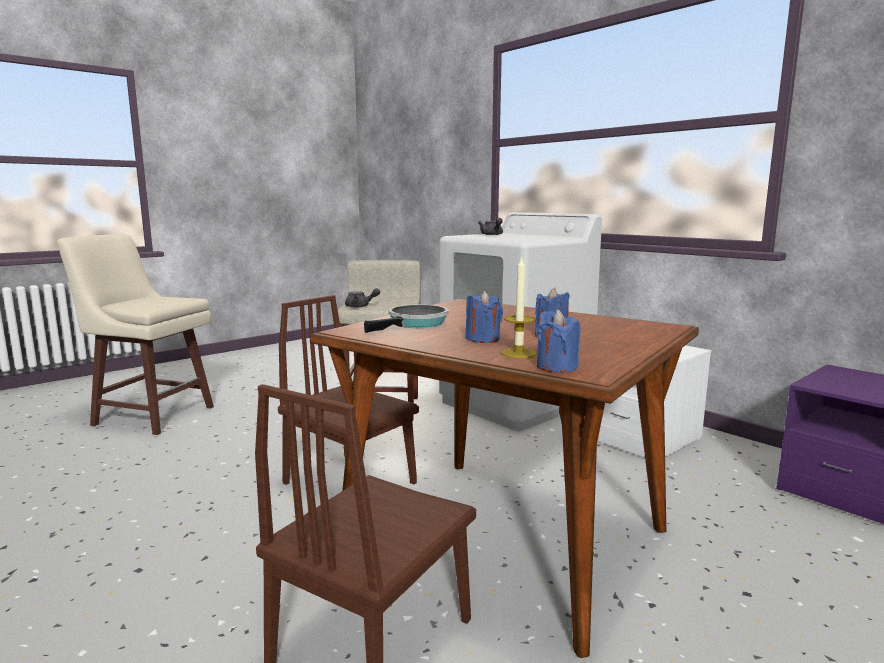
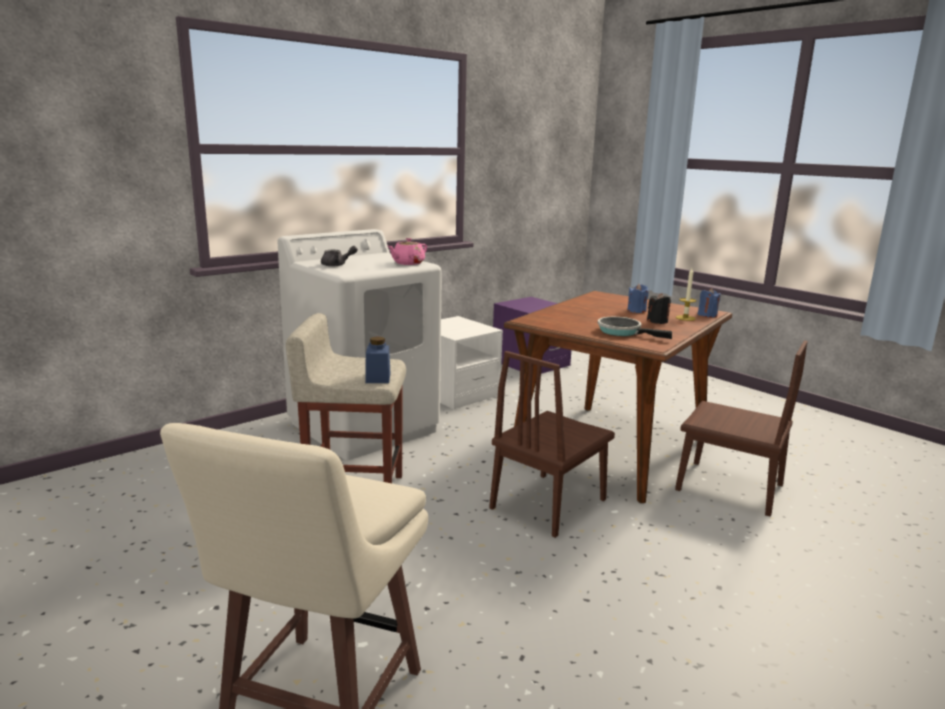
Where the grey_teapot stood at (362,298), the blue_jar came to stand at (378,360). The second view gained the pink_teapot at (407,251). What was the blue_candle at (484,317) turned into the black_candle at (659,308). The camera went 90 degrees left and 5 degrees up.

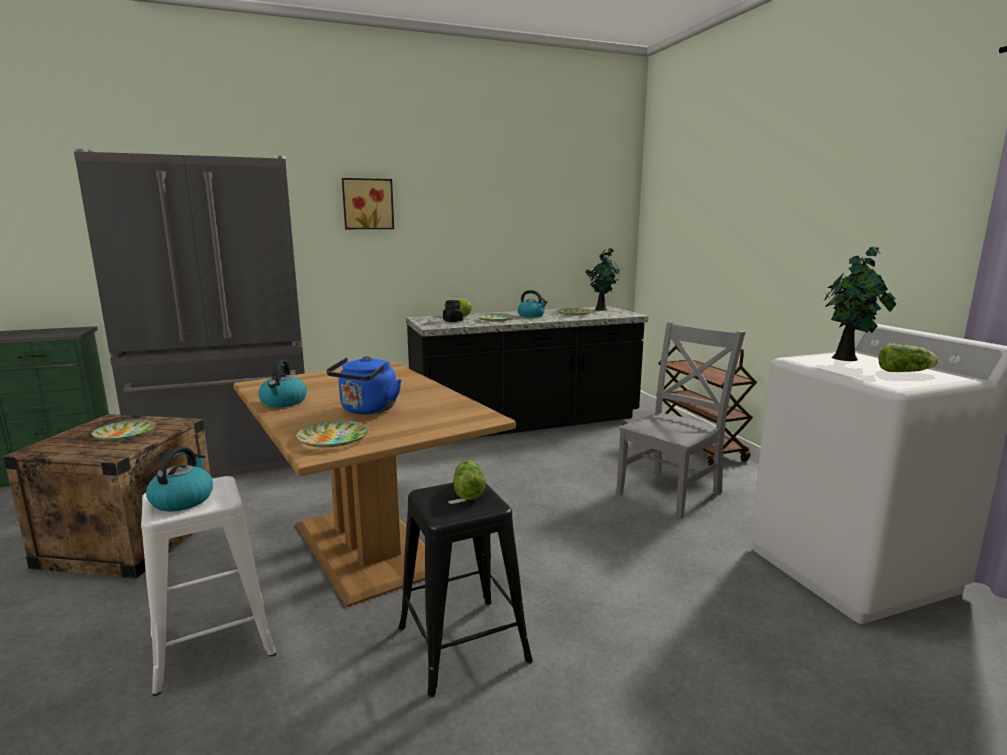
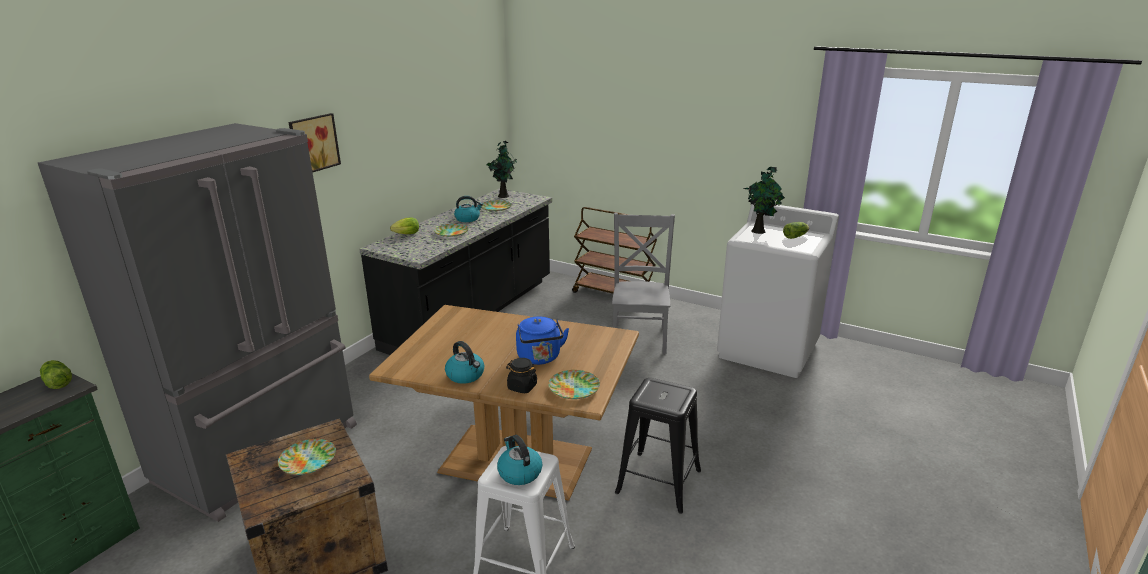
The lettuce ended up elsewhere, having gone from (469,480) to (56,374). The black_jar ended up elsewhere, having gone from (453,311) to (521,375). The camera went 40 degrees left and 10 degrees up.

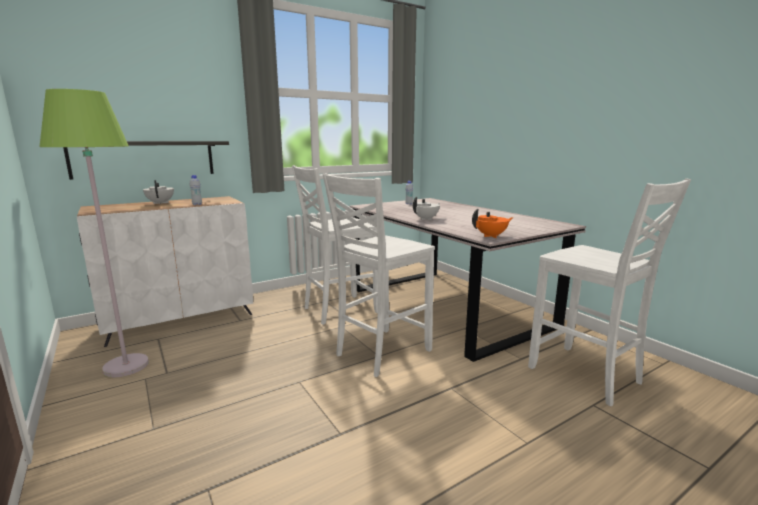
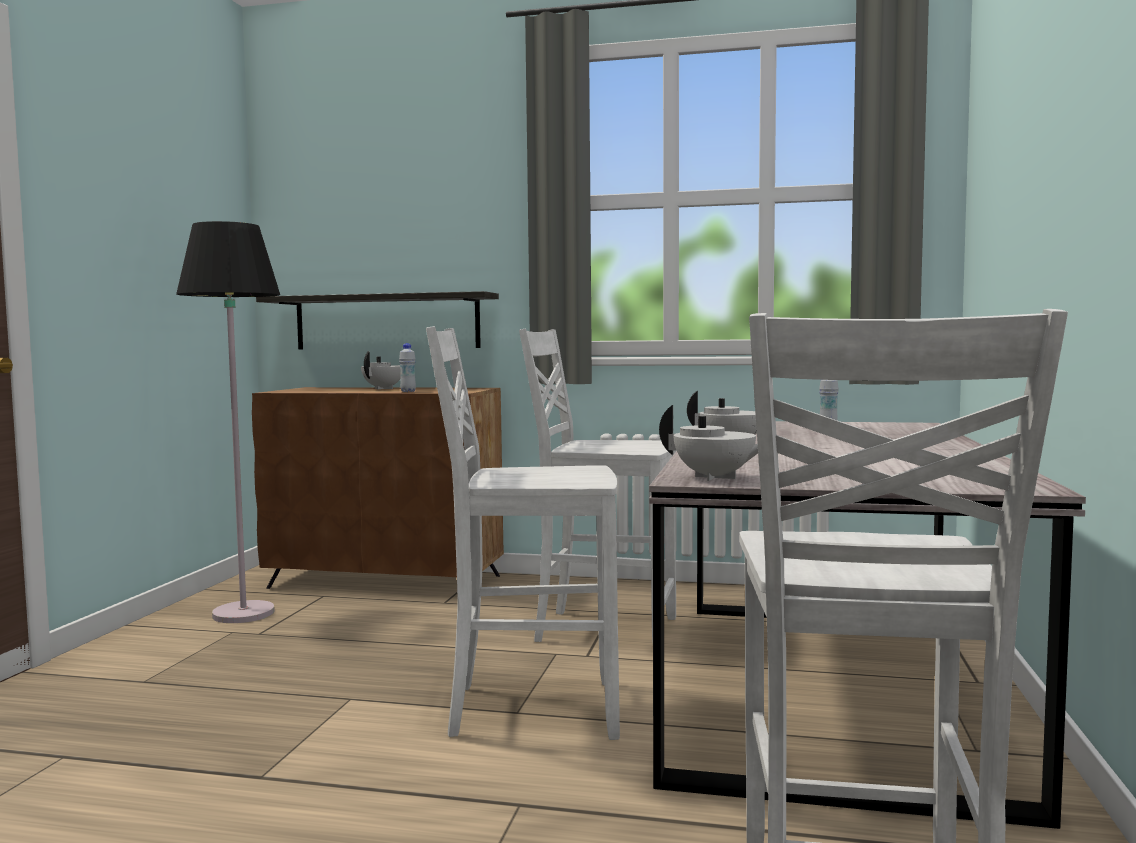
What was the green_floor_lamp at (94,233) turned into the black_floor_lamp at (228,422). What was the white_cabinet at (165,271) turned into the brown_cabinet at (378,488). What was the orange_teapot at (492,223) turned into the white_teapot at (708,443). The camera went 45 degrees right and 10 degrees down.

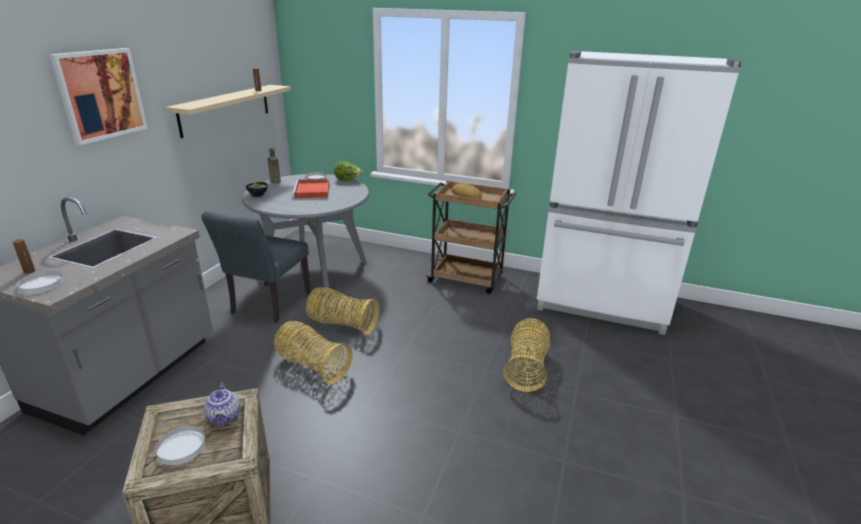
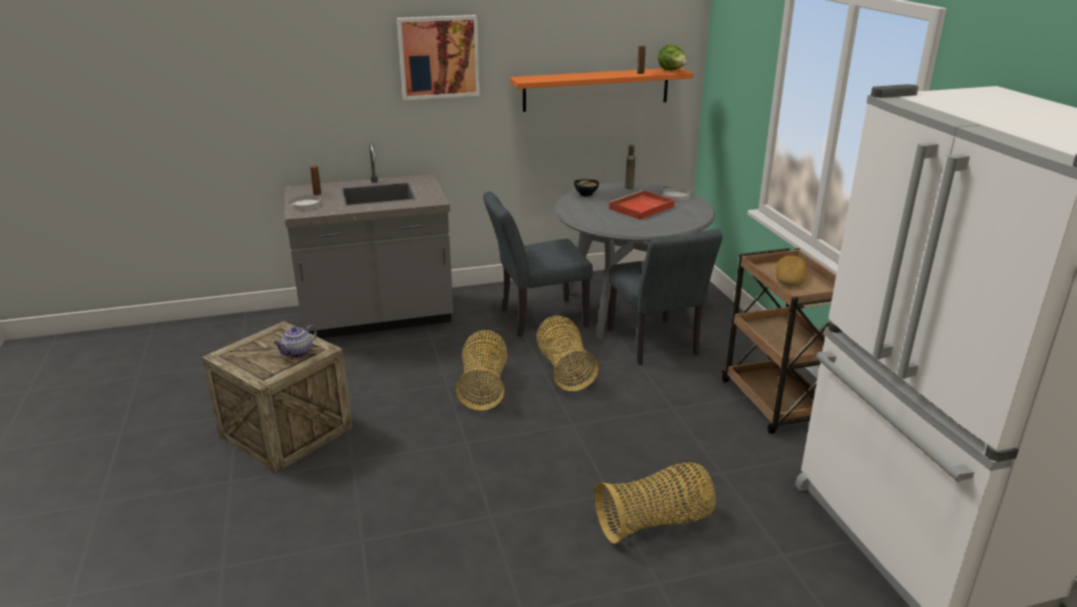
What was the beige_shelf at (228,111) turned into the orange_shelf at (601,90). The second view gained the grey_chair at (665,297). The lettuce ended up elsewhere, having gone from (348,171) to (672,57). The second view lost the white_plate at (180,445). The camera went 55 degrees right and 0 degrees up.

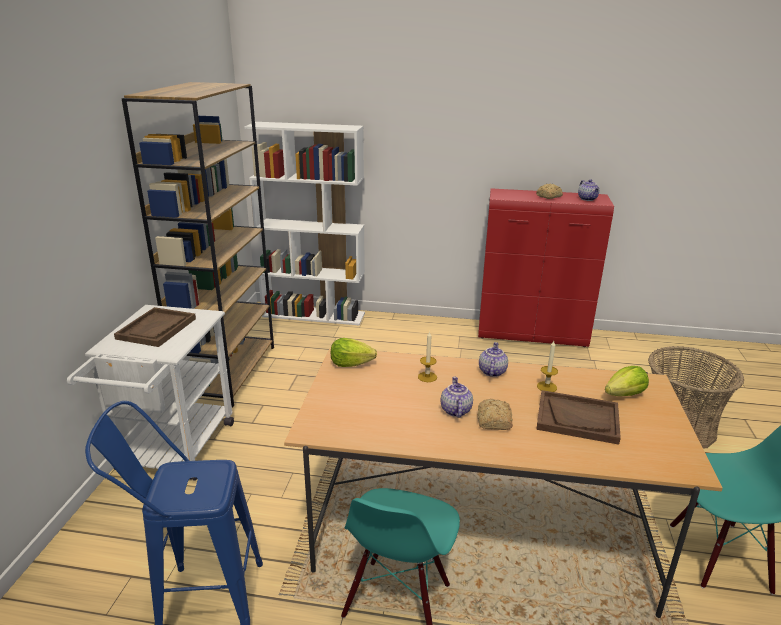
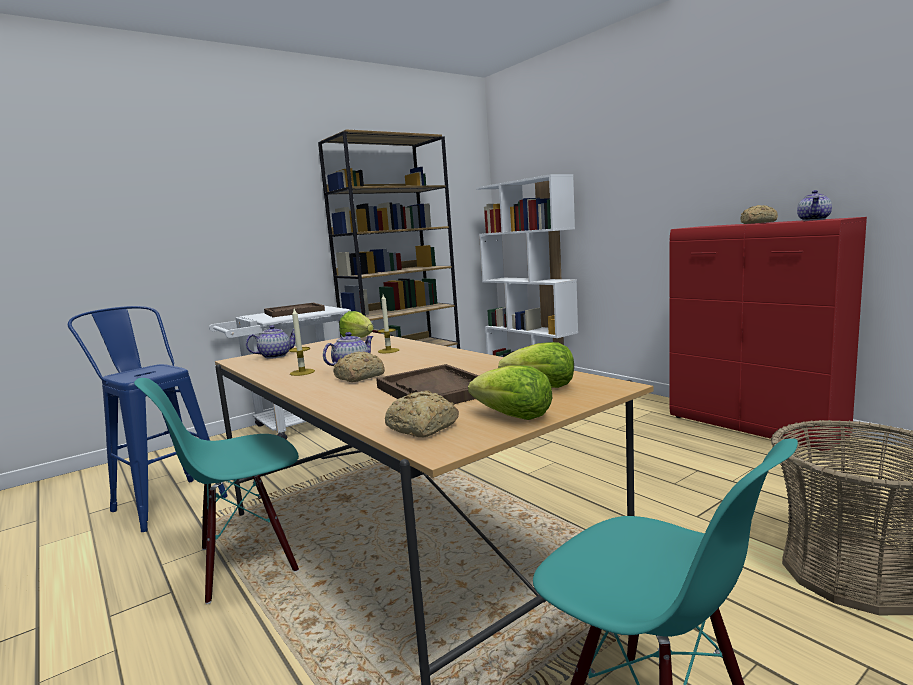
The teapot ended up elsewhere, having gone from (493,359) to (270,341). The candle ended up elsewhere, having gone from (547,366) to (302,342). The second view gained the bread at (422,413). The second view gained the lettuce at (510,392). The camera went 45 degrees right and 15 degrees down.

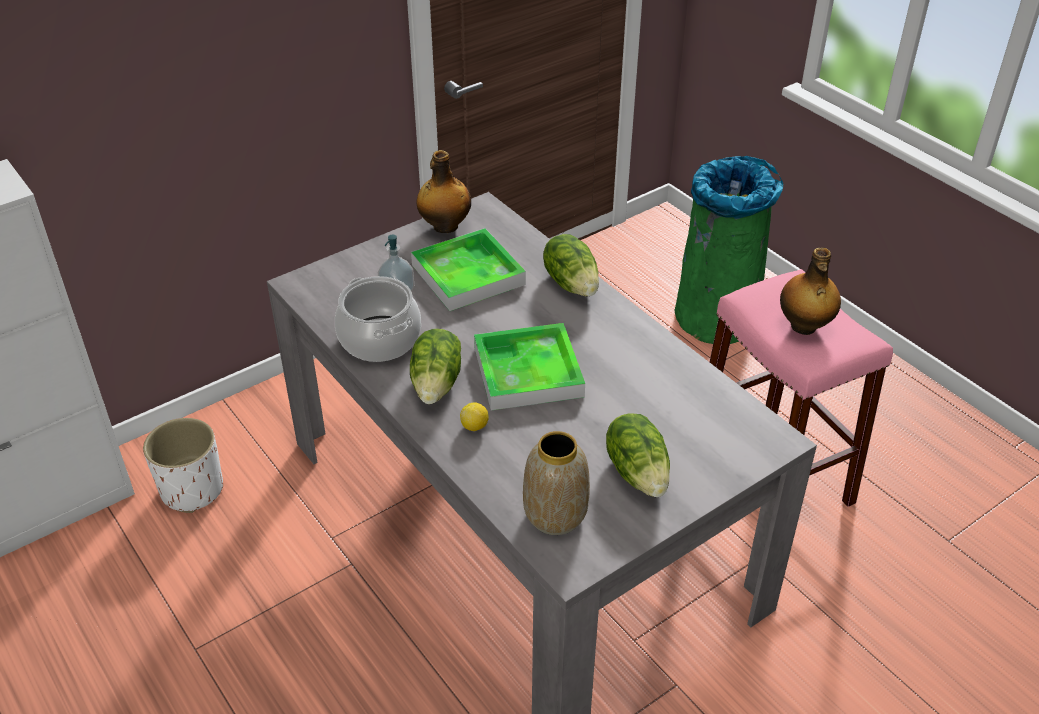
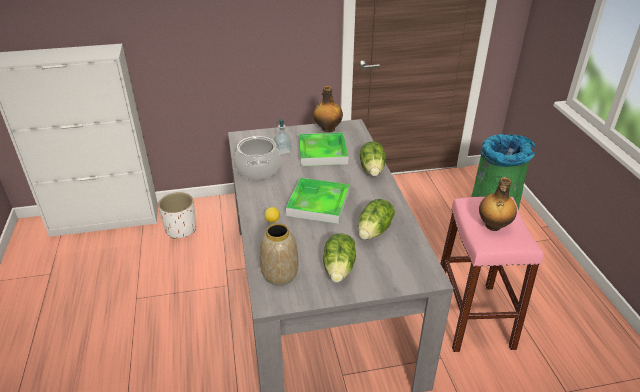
The lettuce ended up elsewhere, having gone from (435,366) to (376,219). The camera went 25 degrees right and 5 degrees down.

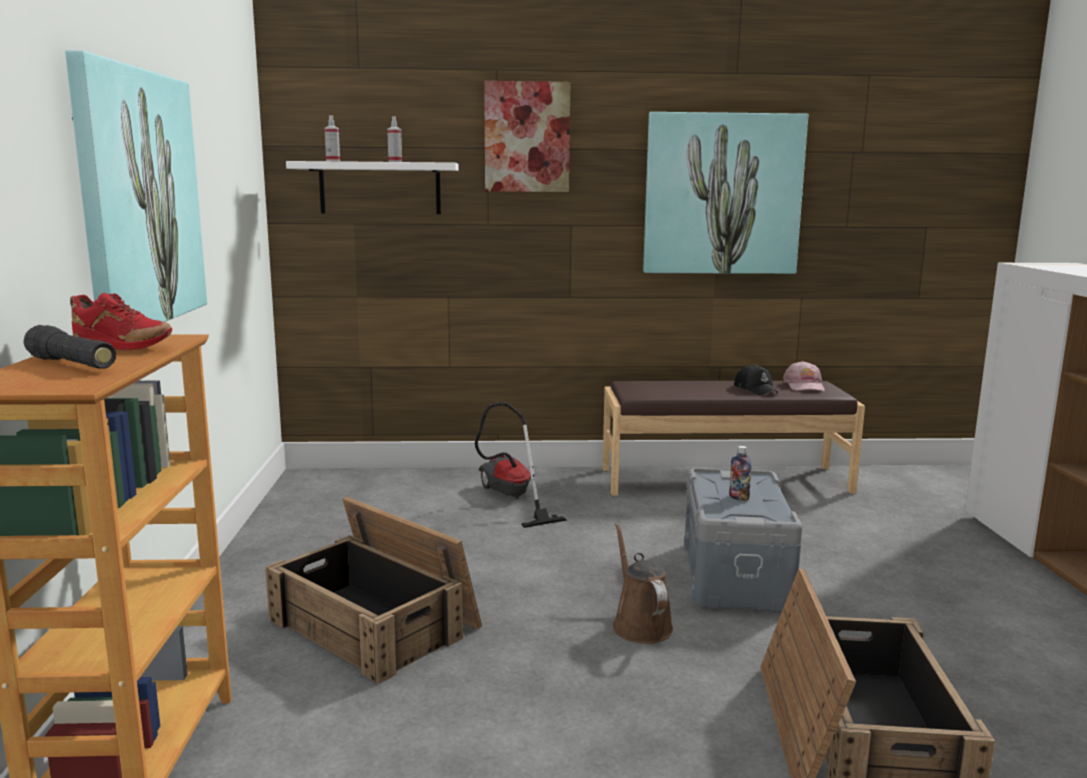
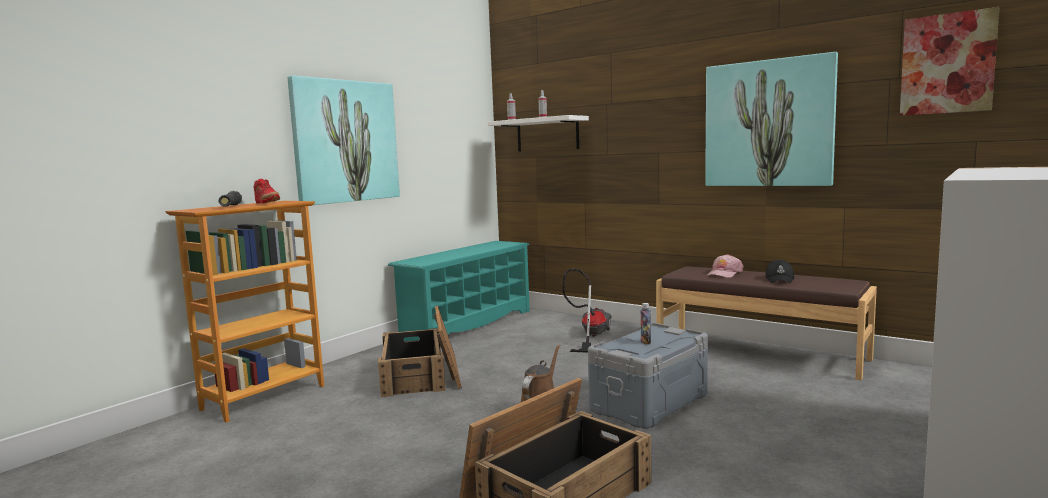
The second view gained the turquoise_shoe_rack at (459,291). The pink_cap ended up elsewhere, having gone from (804,376) to (725,266). The picture ended up elsewhere, having gone from (527,136) to (950,61). The camera went 40 degrees right and 5 degrees down.

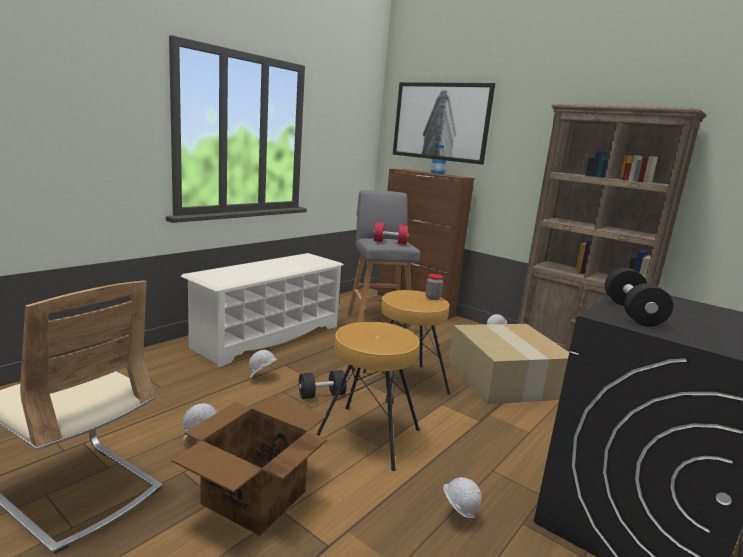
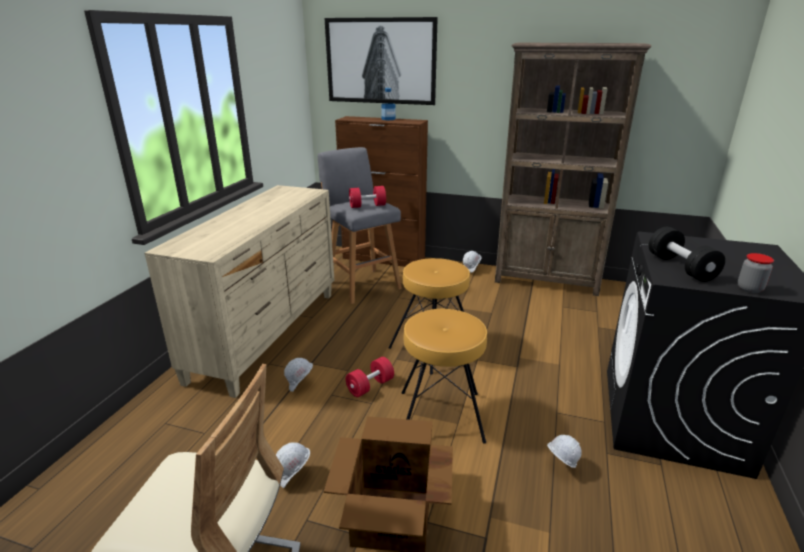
Where the white_shoe_rack stood at (262,310), the beige_dresser came to stand at (239,291). What was the black_dumbbell at (323,384) turned into the red_dumbbell at (370,377). The jar ended up elsewhere, having gone from (434,287) to (756,273). The second view lost the cardboard_box at (509,364). The camera went 20 degrees left and 10 degrees up.

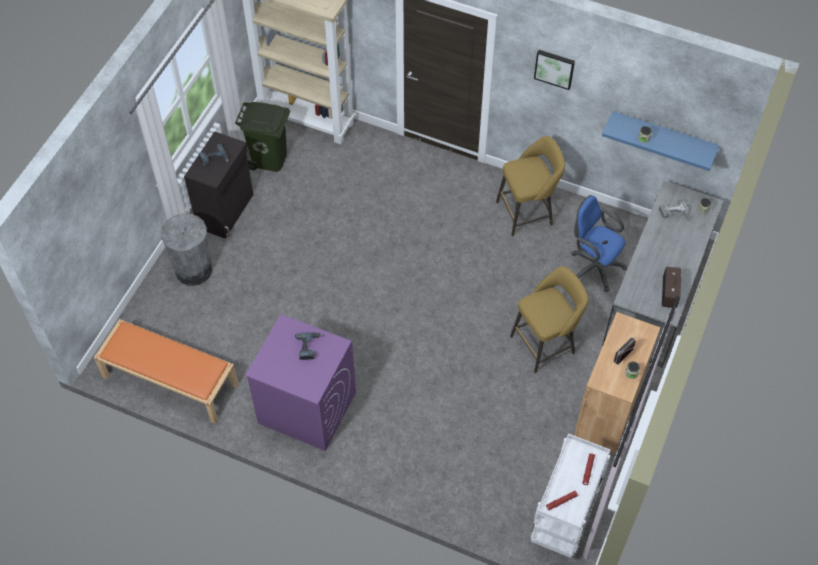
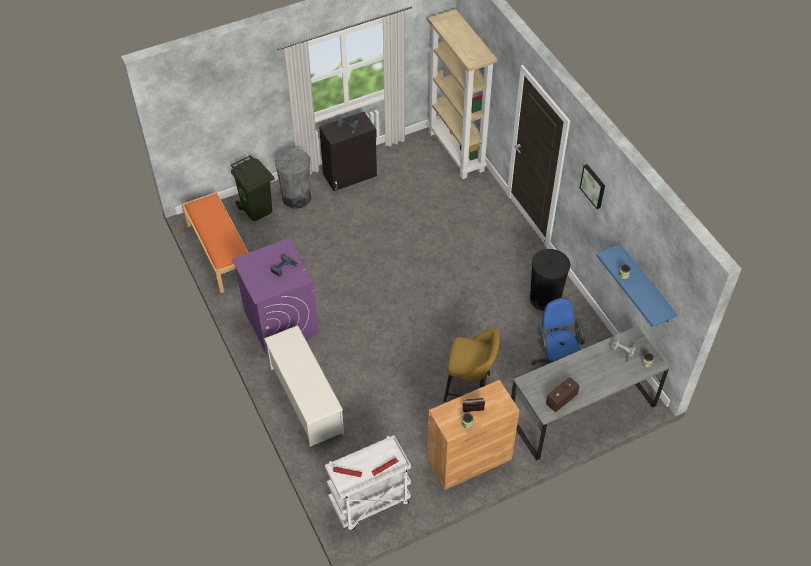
The green_trash_can ended up elsewhere, having gone from (262,137) to (252,188). The second view gained the white_shoe_rack at (304,386). Where the yellow_stool stood at (530,186), the black_trash_can came to stand at (550,280). The camera went 40 degrees right and 5 degrees down.

